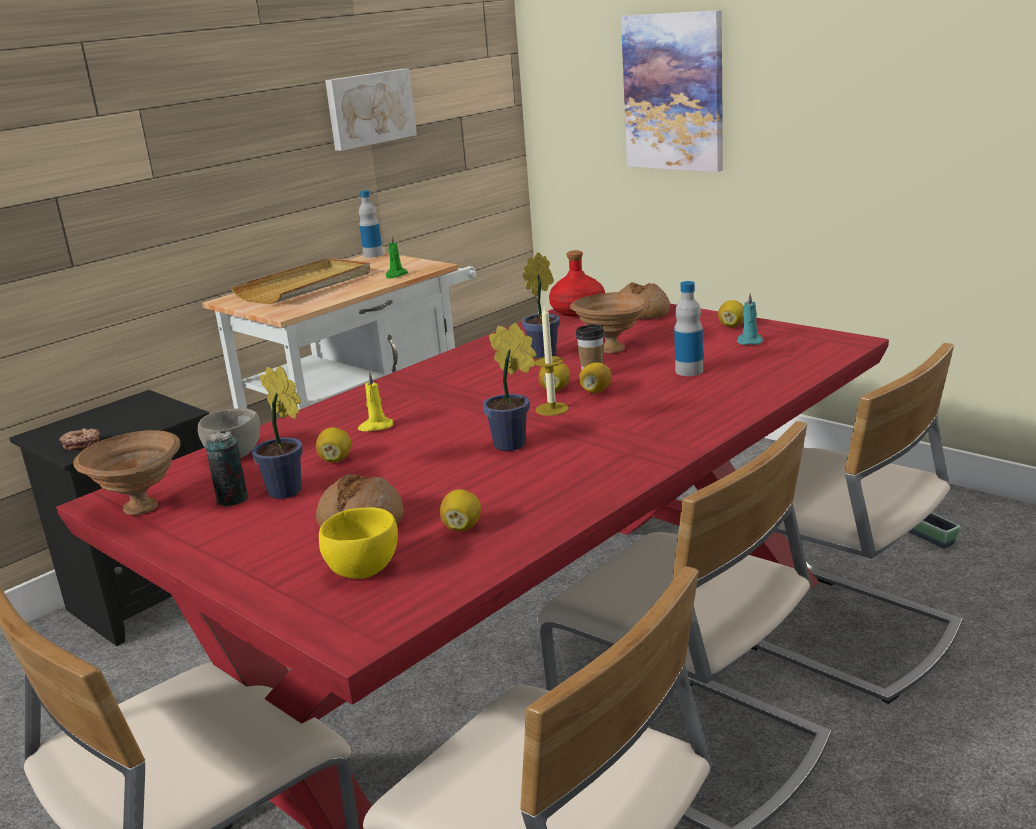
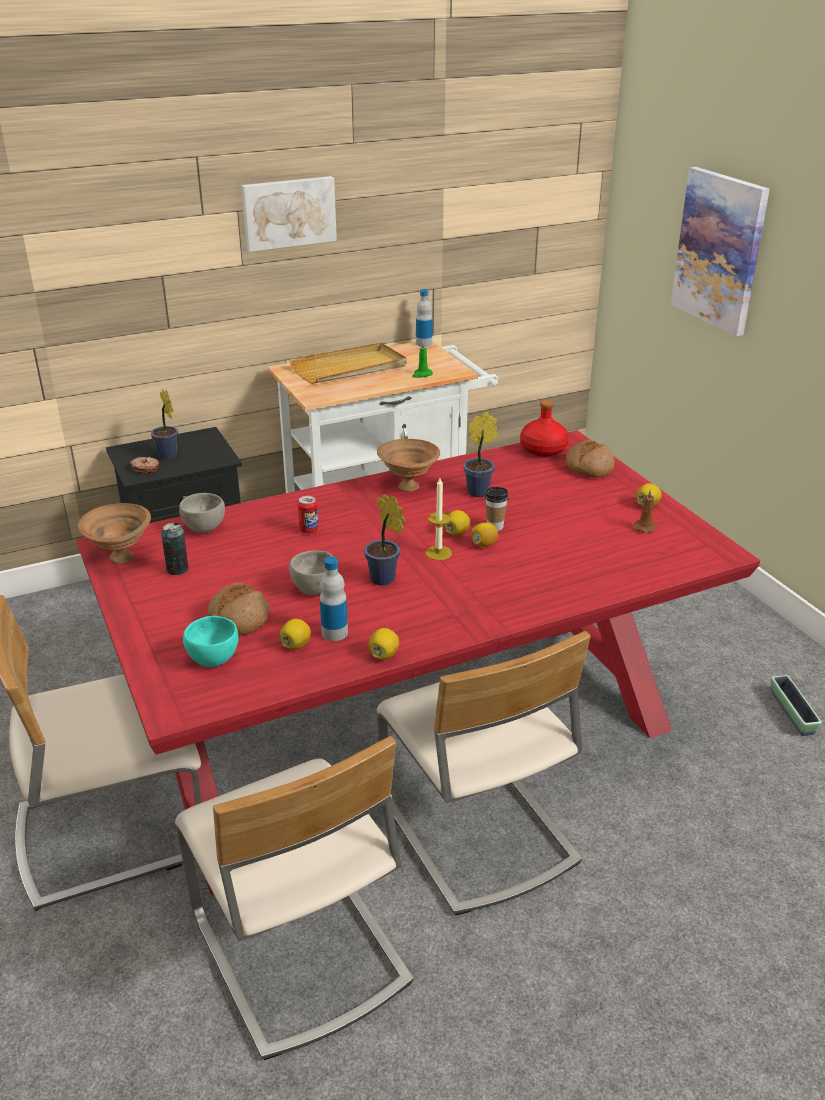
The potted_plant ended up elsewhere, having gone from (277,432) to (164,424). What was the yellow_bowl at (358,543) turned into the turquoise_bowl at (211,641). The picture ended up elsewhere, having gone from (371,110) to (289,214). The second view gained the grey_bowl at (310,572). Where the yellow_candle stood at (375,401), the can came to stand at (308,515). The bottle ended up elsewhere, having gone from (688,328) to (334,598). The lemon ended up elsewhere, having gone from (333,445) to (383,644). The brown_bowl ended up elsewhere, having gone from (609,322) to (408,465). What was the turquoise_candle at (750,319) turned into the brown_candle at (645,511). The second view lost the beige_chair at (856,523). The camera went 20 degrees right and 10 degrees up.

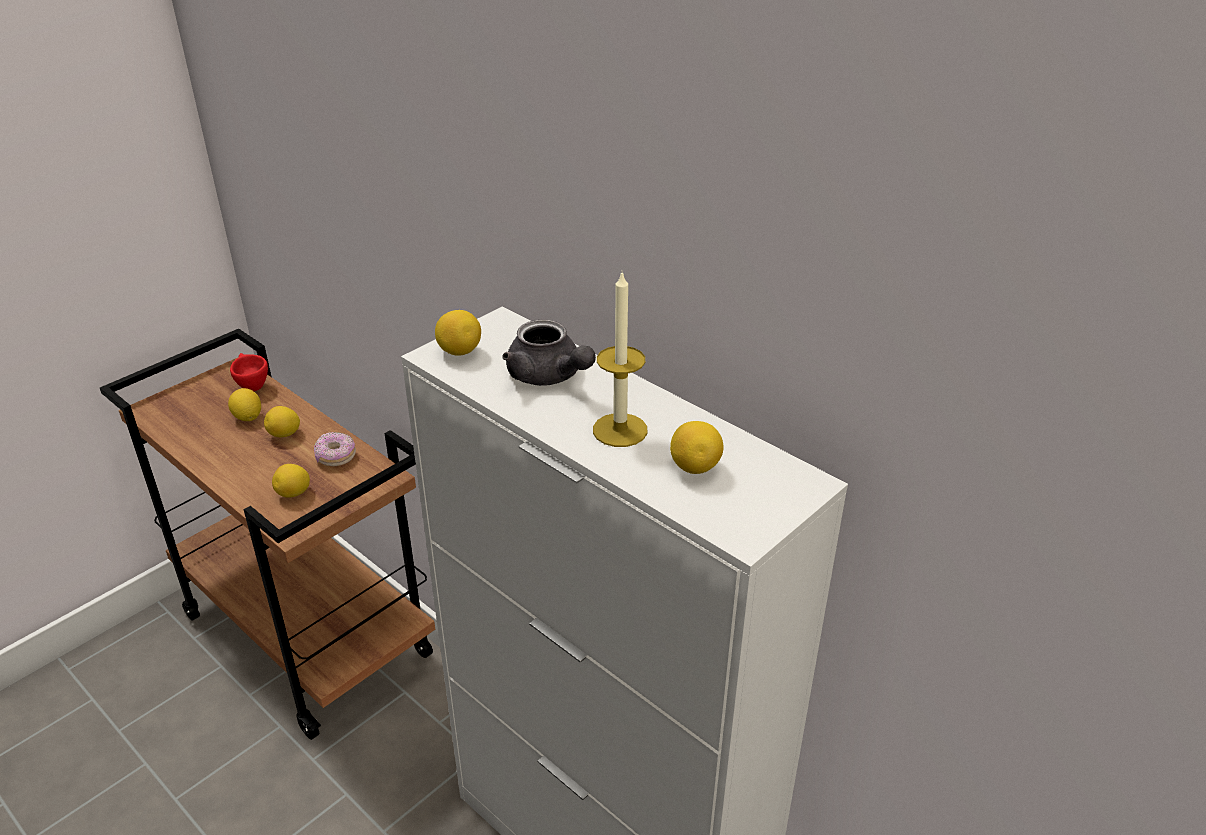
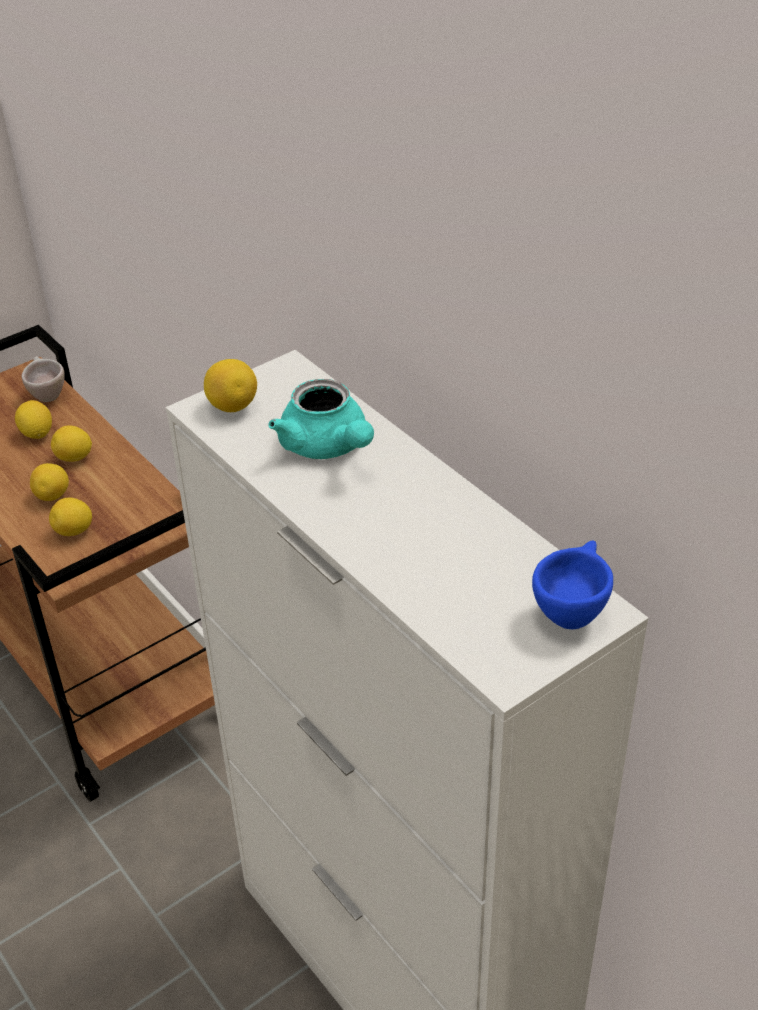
What was the red_cup at (249,372) turned into the beige_cup at (43,379). The lemon ended up elsewhere, having gone from (697,447) to (49,482). What was the grey_teapot at (549,353) turned into the turquoise_teapot at (321,419). The second view gained the blue_cup at (572,585). The second view lost the donut at (335,449). The second view lost the candle at (620,360). The camera went 10 degrees right and 5 degrees up.

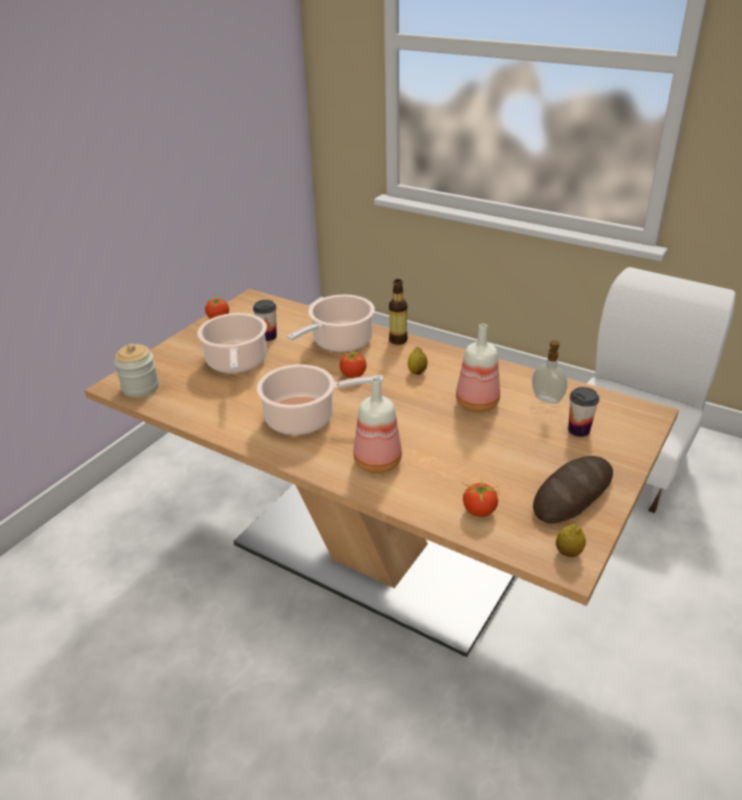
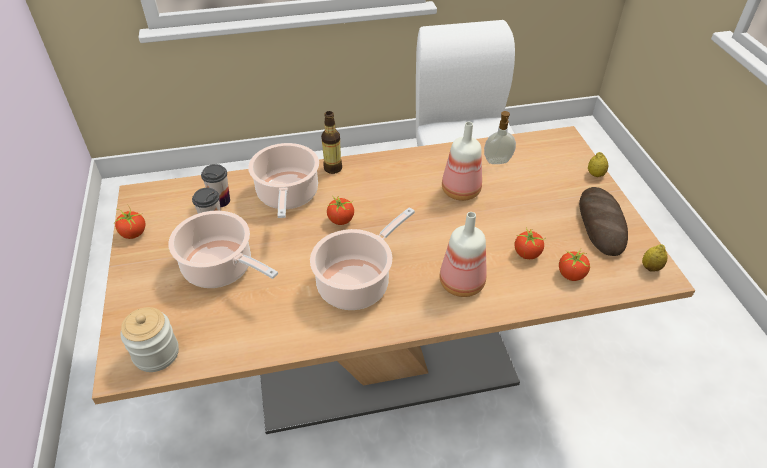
The cup ended up elsewhere, having gone from (584,412) to (215,185). The second view gained the tomato at (529,243). The lemon ended up elsewhere, having gone from (417,361) to (598,164). The camera went 45 degrees left and 10 degrees up.

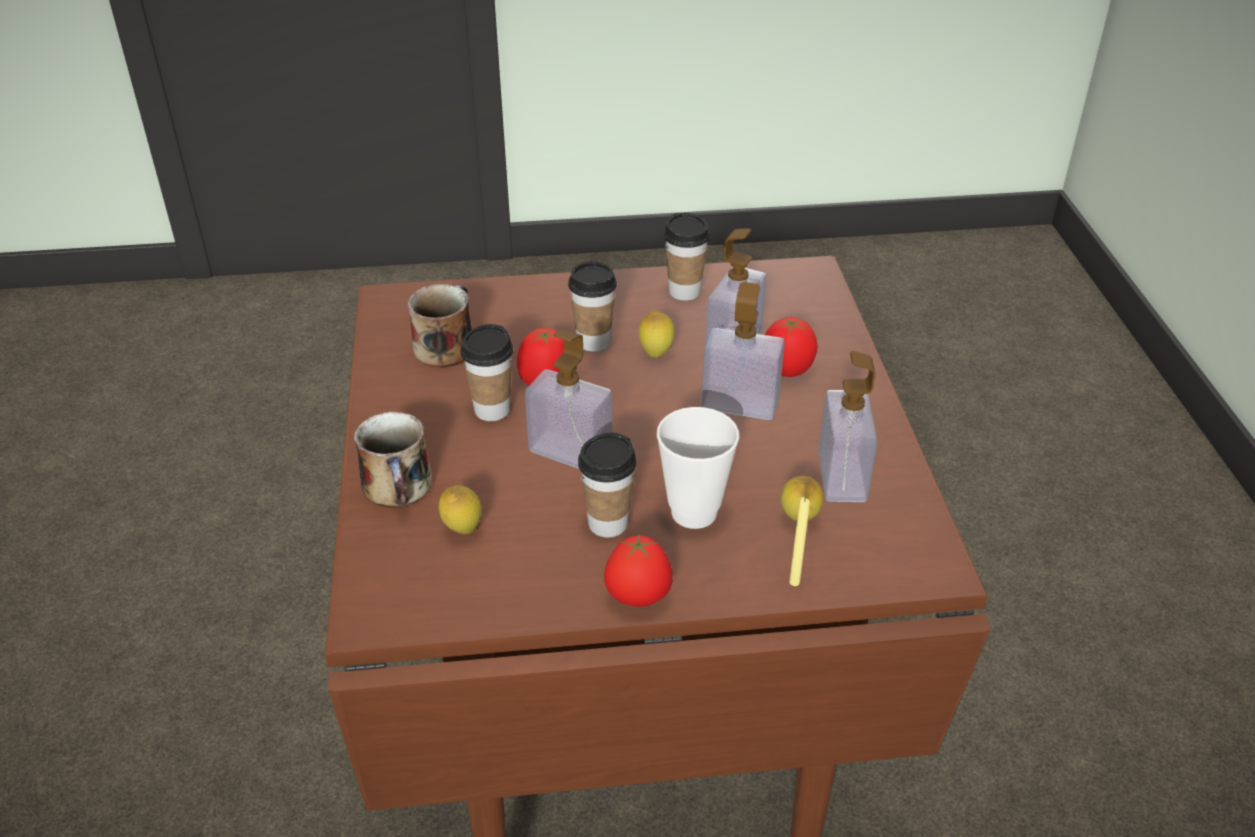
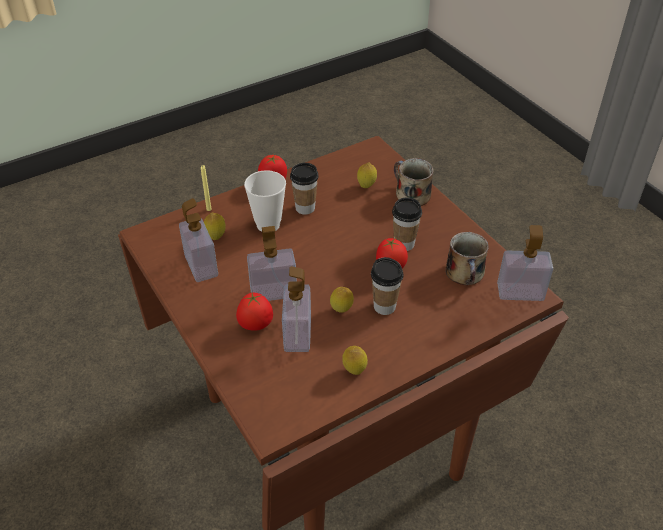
Where the cup stood at (687,256), the lemon came to stand at (355,360). The soap_dispenser ended up elsewhere, having gone from (568,399) to (525,263). The camera went 155 degrees right and 5 degrees up.

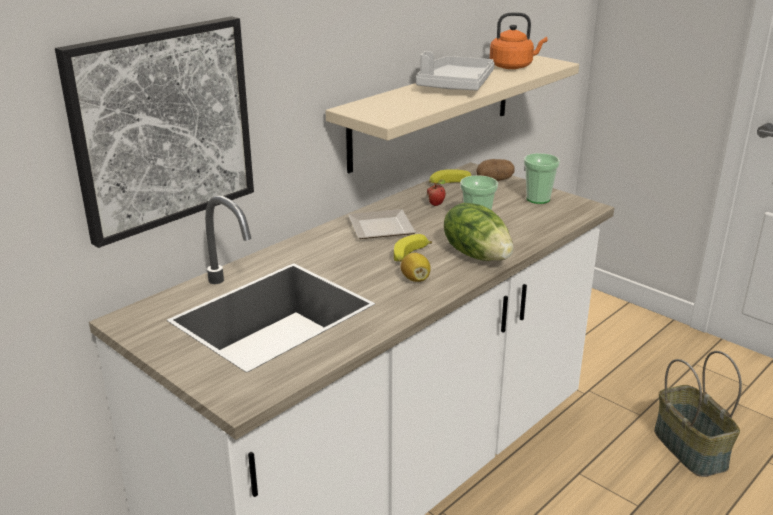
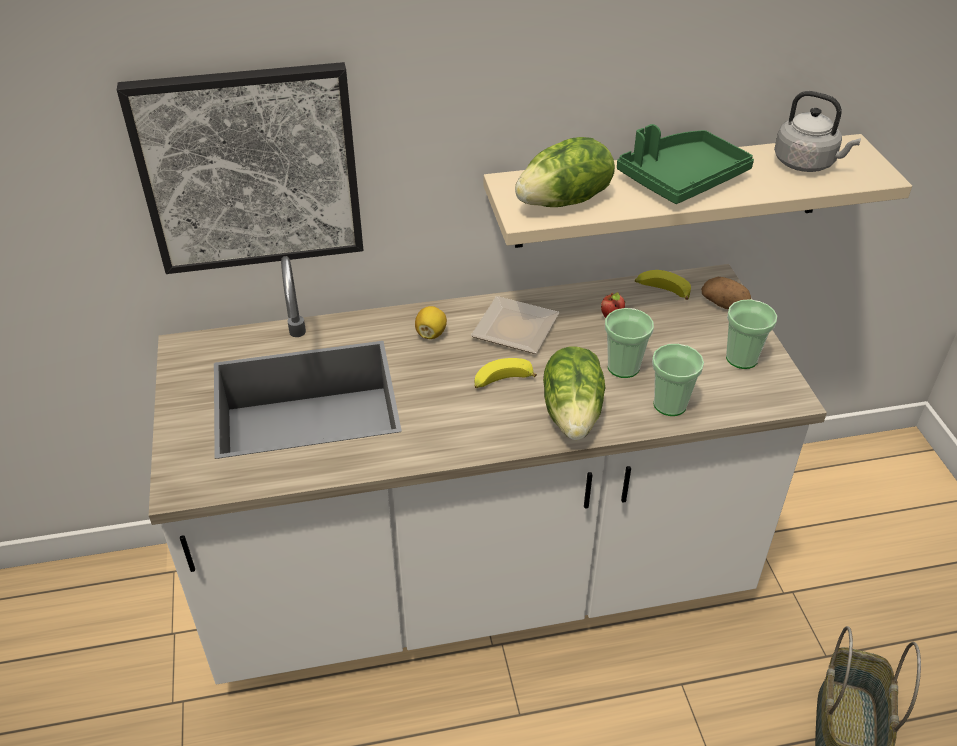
The lemon ended up elsewhere, having gone from (415,267) to (431,322). The second view gained the lettuce at (565,172). What was the grey_tray at (455,71) turned into the green_tray at (685,164). The second view gained the cup at (678,380). What was the orange_kettle at (519,40) turned into the grey_kettle at (817,131). The camera went 35 degrees right and 15 degrees up.

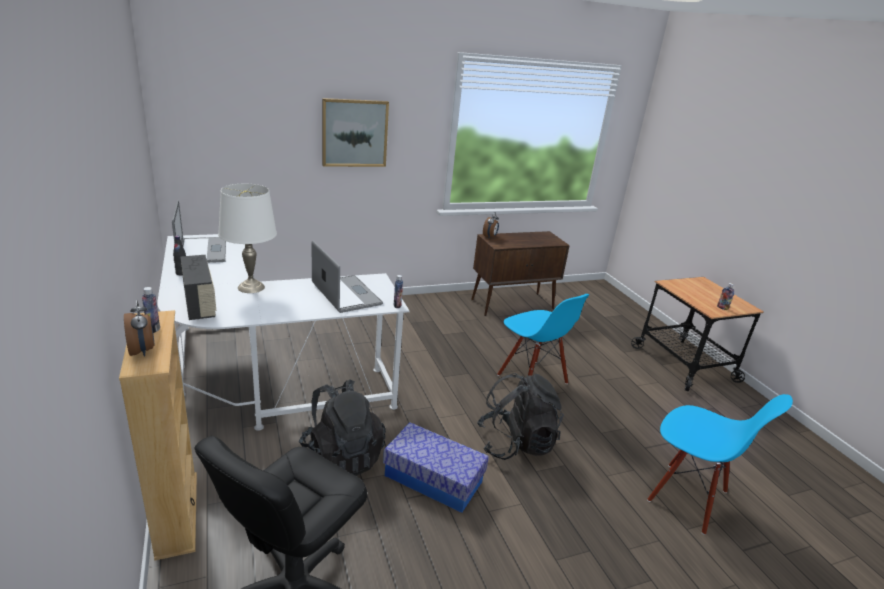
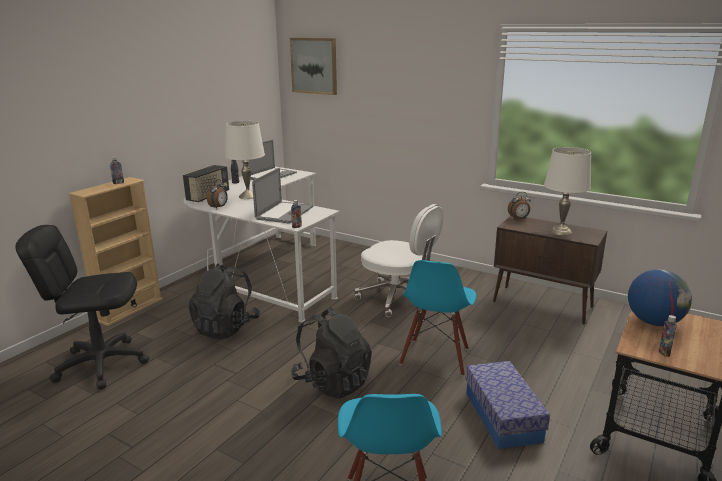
The alarm_clock ended up elsewhere, having gone from (139,328) to (217,194). The picture ended up elsewhere, having gone from (355,132) to (313,66). The second view gained the white_office_chair at (398,260). The storage_box ended up elsewhere, having gone from (436,467) to (508,405). The second view gained the white_table_lamp at (567,191). The second view gained the globe at (660,297). The camera went 55 degrees right and 5 degrees down.

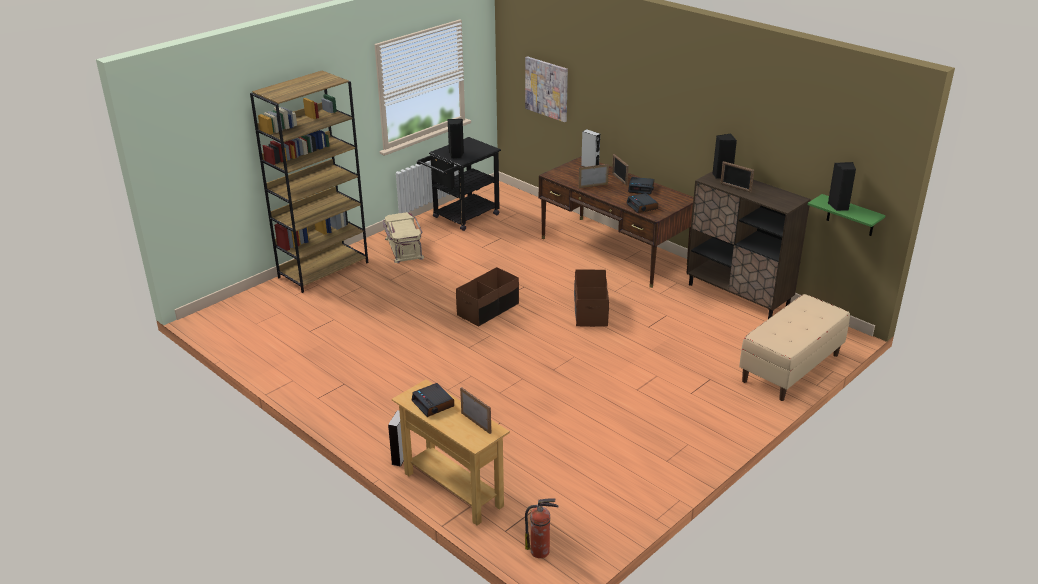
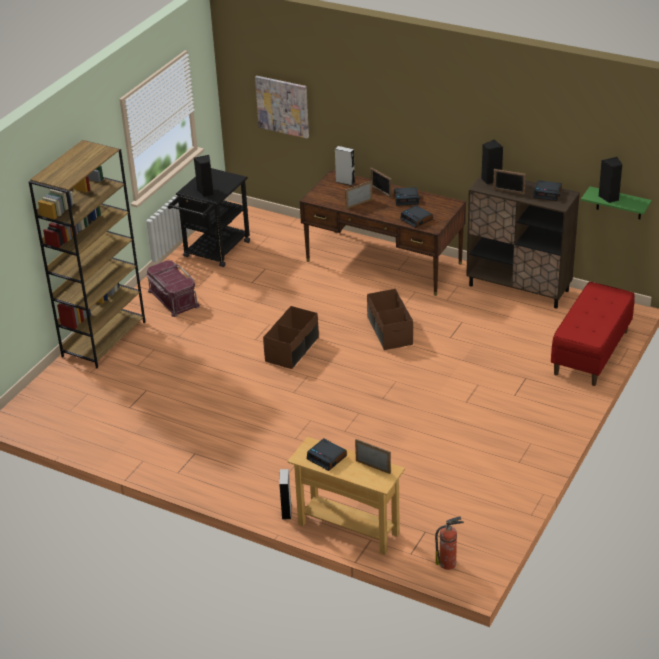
What was the beige_storage_box at (403,237) turned into the red_storage_box at (173,288). The second view gained the alarm_clock at (547,190). What was the beige_bench at (794,347) turned into the red_bench at (593,334). The camera went 15 degrees left and 5 degrees up.

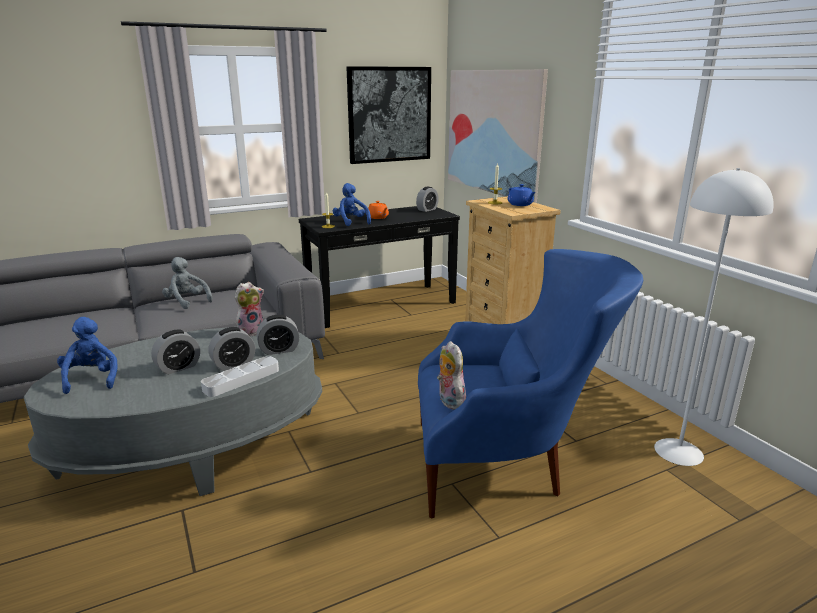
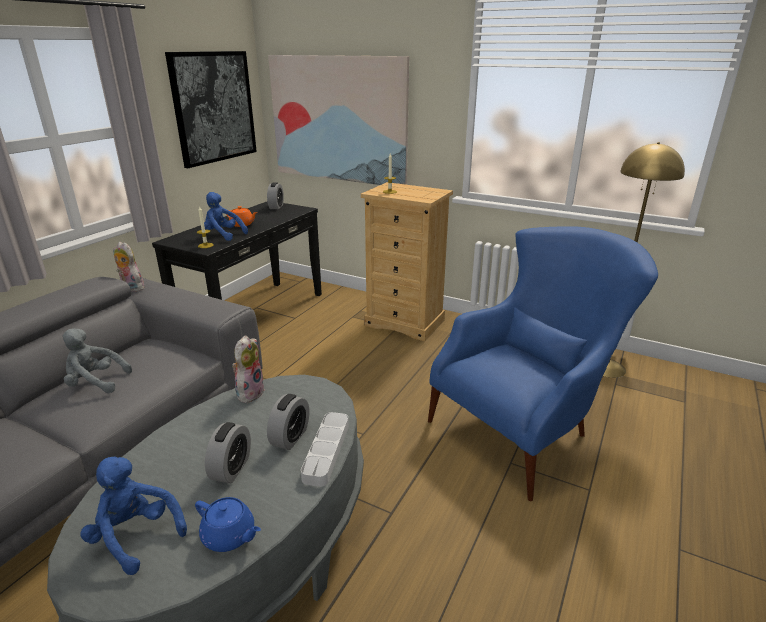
The plush_toy ended up elsewhere, having gone from (451,375) to (128,267). The blue_teapot ended up elsewhere, having gone from (522,195) to (228,524). What was the white_floor_lamp at (714,317) turned into the yellow_floor_lamp at (644,260). The second view lost the alarm_clock at (278,335). The camera went 35 degrees left and 5 degrees up.

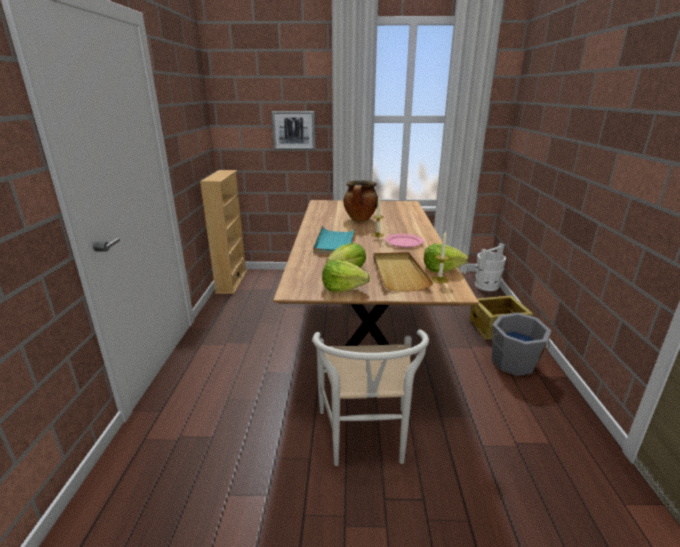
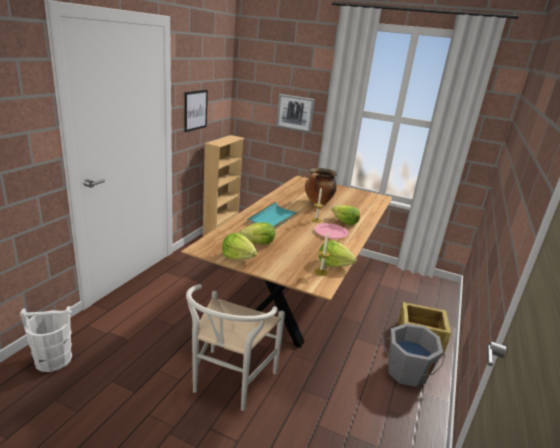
The white_bucket ended up elsewhere, having gone from (490,267) to (46,339). The second view gained the picture at (196,111). The second view gained the lettuce at (345,215). The second view lost the beige_tray at (403,271). The camera went 20 degrees right and 0 degrees up.

